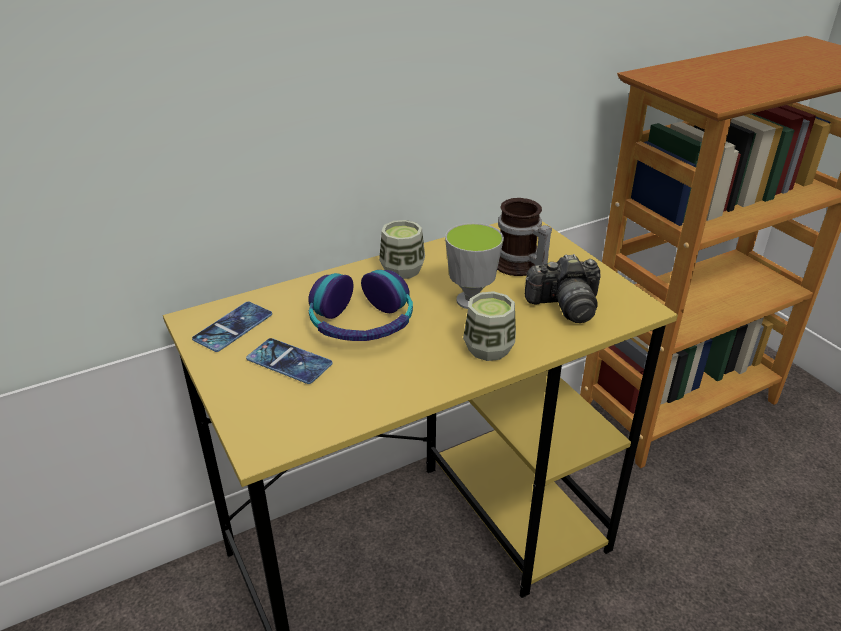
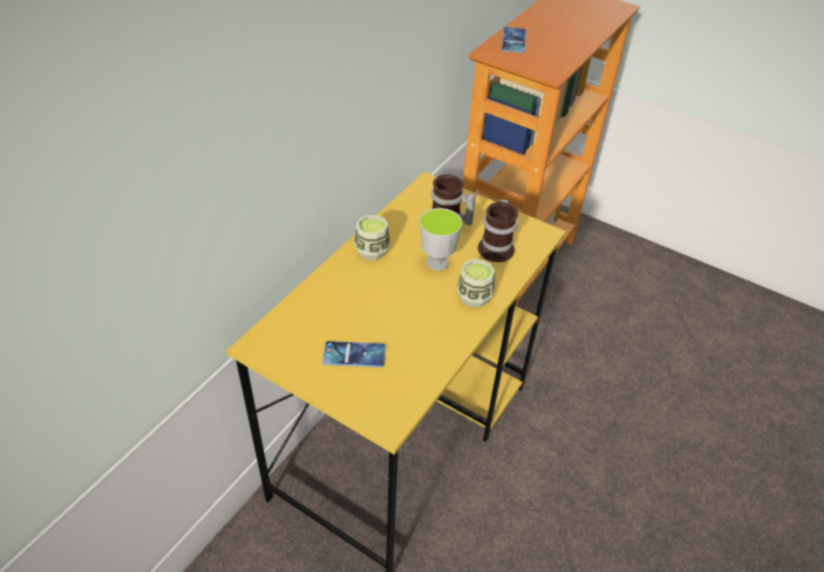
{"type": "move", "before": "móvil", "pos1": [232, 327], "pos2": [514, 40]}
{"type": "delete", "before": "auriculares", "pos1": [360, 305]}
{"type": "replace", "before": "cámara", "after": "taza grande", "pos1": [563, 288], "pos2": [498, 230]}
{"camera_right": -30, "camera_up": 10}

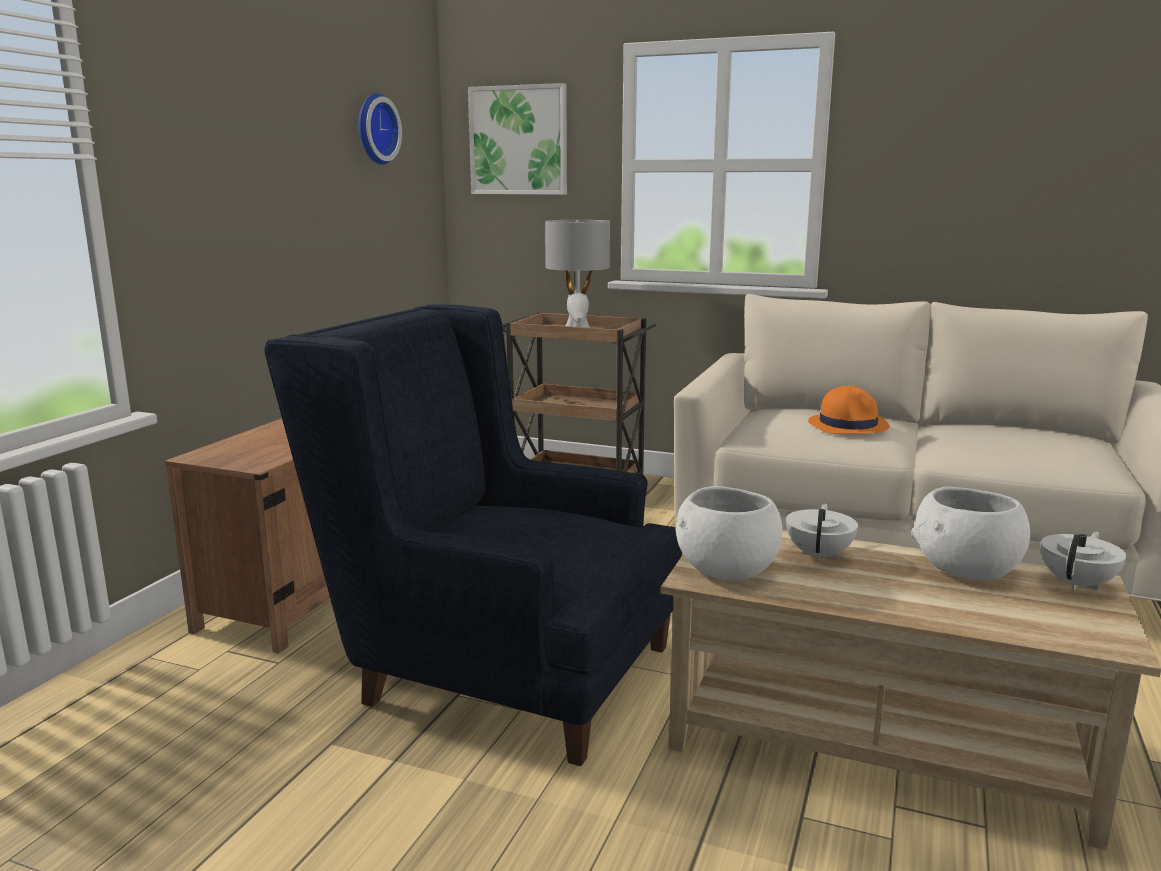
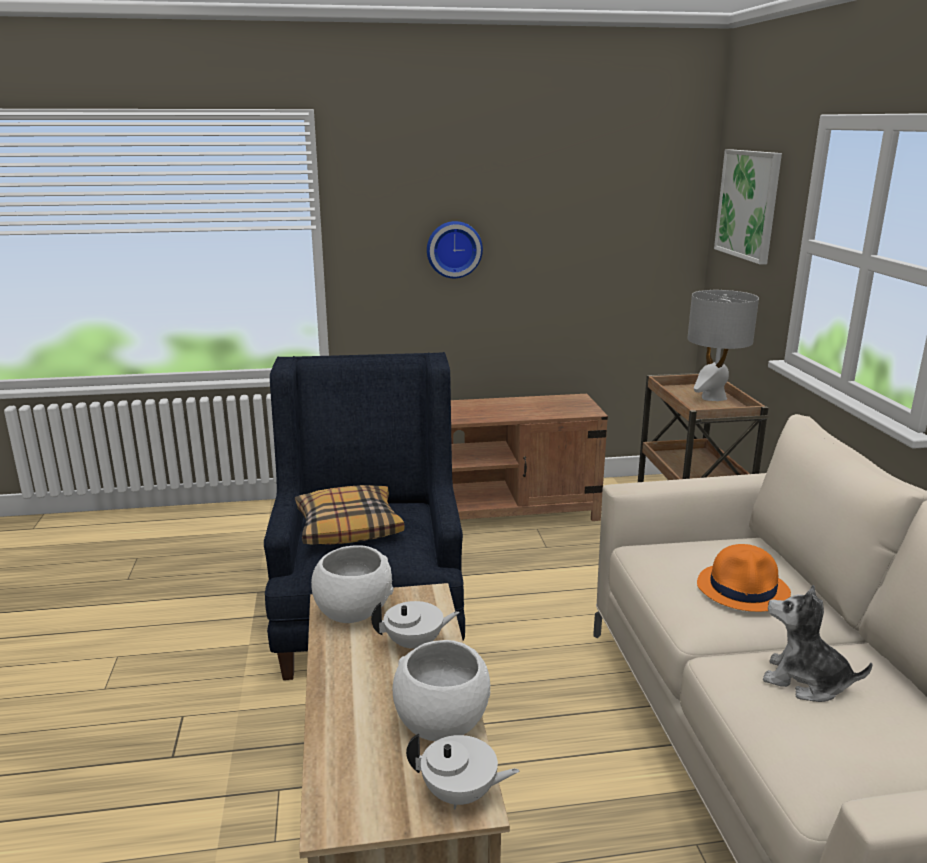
{"type": "move", "before": "reloj de pared", "pos1": [380, 129], "pos2": [455, 249]}
{"type": "insert", "after": "cojín", "pos2": [349, 515]}
{"type": "insert", "after": "peluche", "pos2": [818, 643]}
{"camera_right": 60, "camera_up": 5}

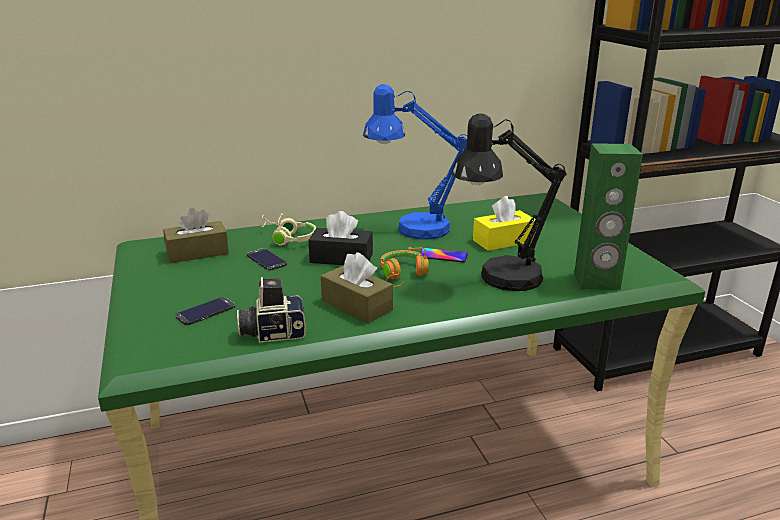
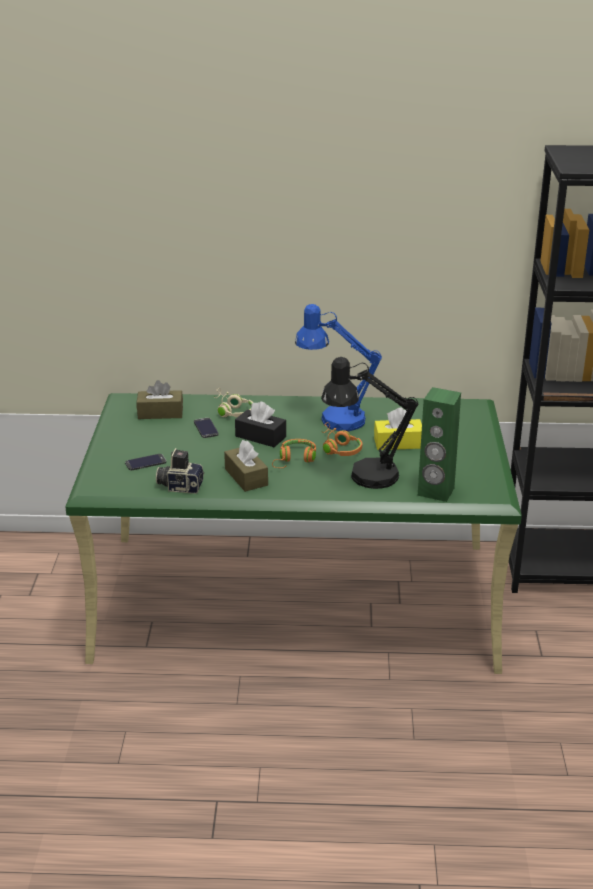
{"type": "replace", "before": "móvil", "after": "auriculares/naranja", "pos1": [444, 255], "pos2": [342, 439]}
{"camera_right": 20, "camera_up": 5}

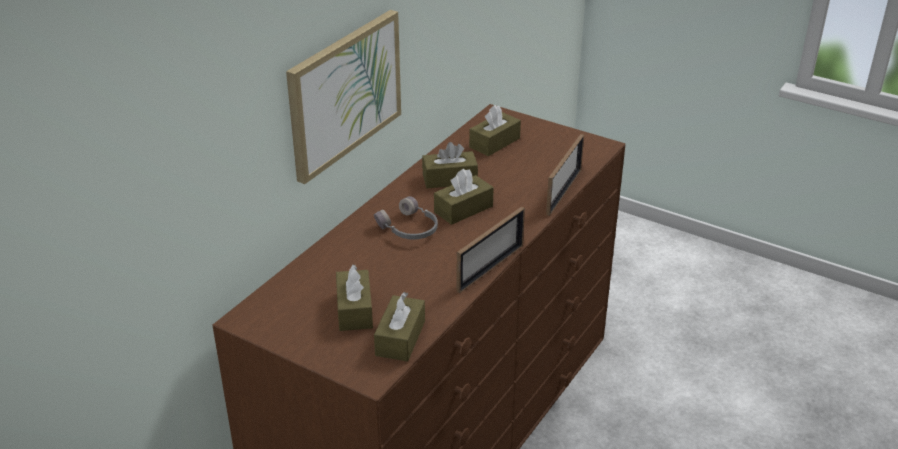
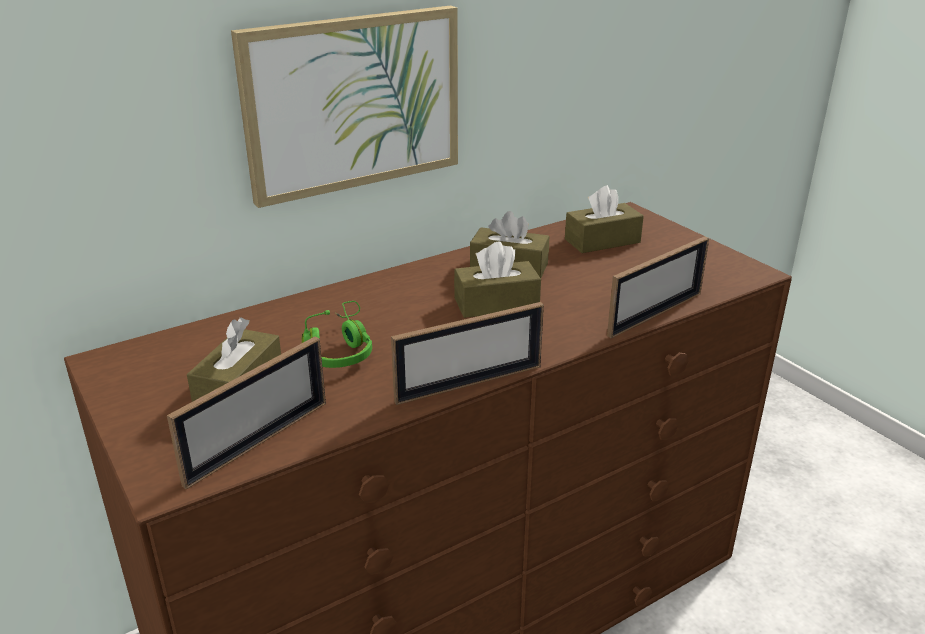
{"type": "delete", "before": "auriculares/gris", "pos1": [406, 217]}
{"type": "replace", "before": "caja de pañuelos/marrón", "after": "portarretratos", "pos1": [399, 327], "pos2": [246, 412]}
{"type": "insert", "after": "auriculares/verde", "pos2": [337, 334]}
{"camera_right": 25, "camera_up": -5}

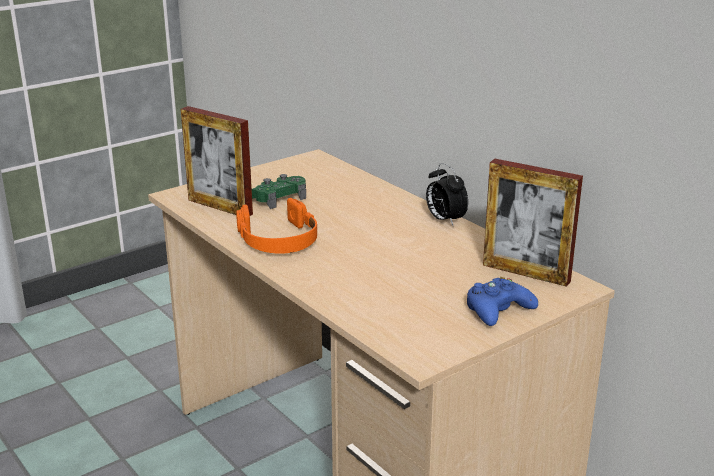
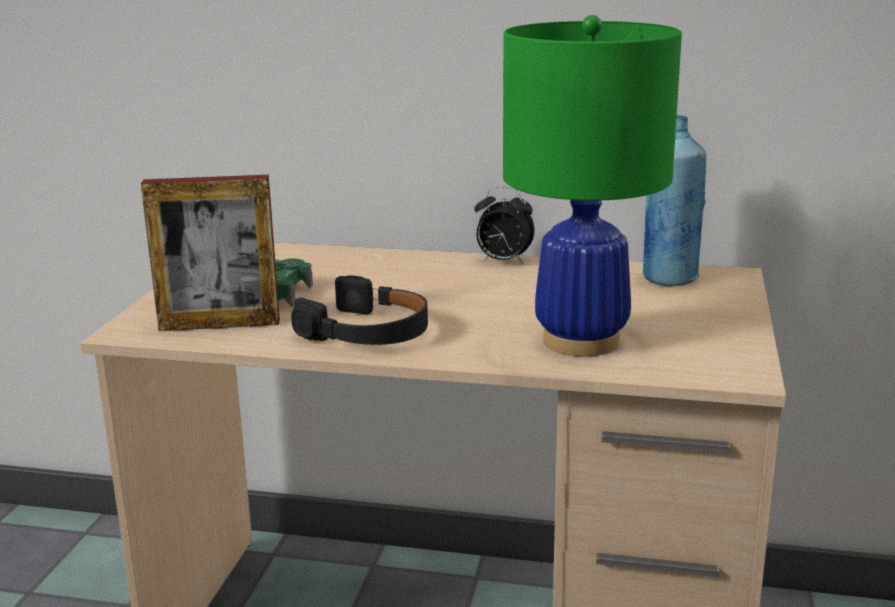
{"type": "recolor", "before": "auriculares/naranja", "after": "auriculares/negro", "pos1": [276, 226], "pos2": [359, 310]}
{"type": "delete", "before": "mando de consola/azul", "pos1": [502, 301]}
{"type": "replace", "before": "portarretratos", "after": "botella/azul", "pos1": [533, 223], "pos2": [674, 200]}
{"type": "insert", "after": "lámpara de mesa/verde", "pos2": [592, 185]}
{"camera_right": -40, "camera_up": -5}

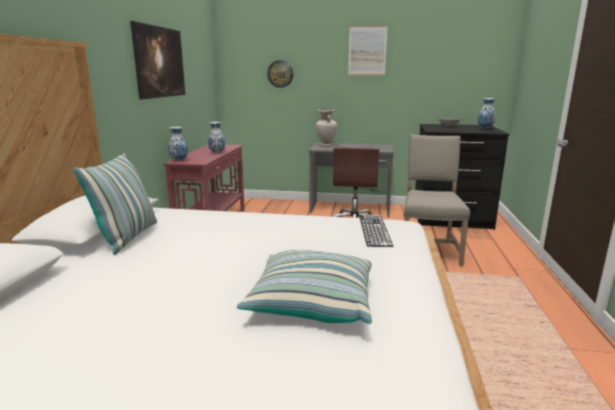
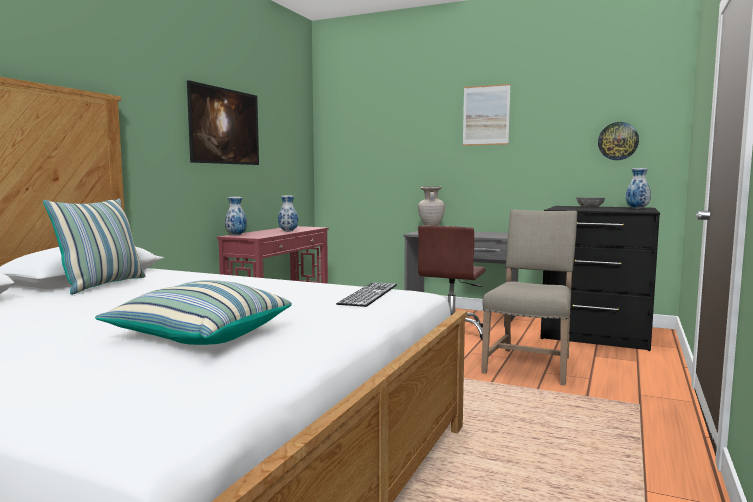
{"type": "move", "before": "reloj de pared", "pos1": [280, 74], "pos2": [618, 141]}
{"camera_right": 15, "camera_up": -10}

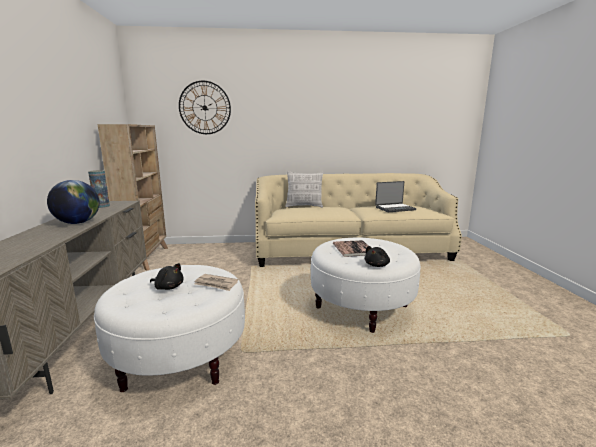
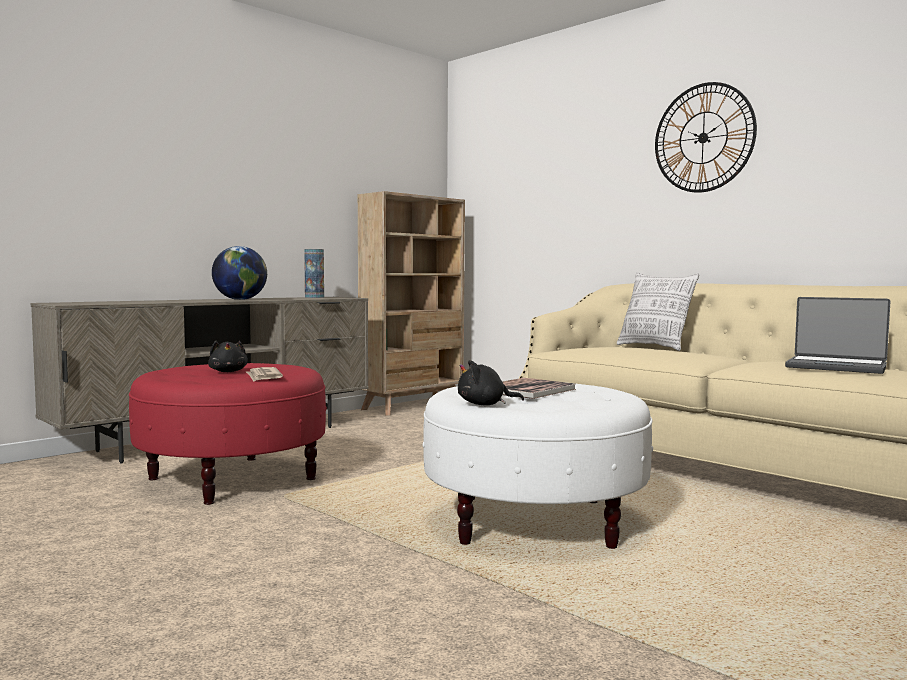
{"type": "recolor", "before": "puf/blanco", "after": "puf/rojo", "pos1": [169, 328], "pos2": [228, 434]}
{"type": "move", "before": "reloj de pared", "pos1": [205, 107], "pos2": [706, 137]}
{"camera_right": 50, "camera_up": -10}

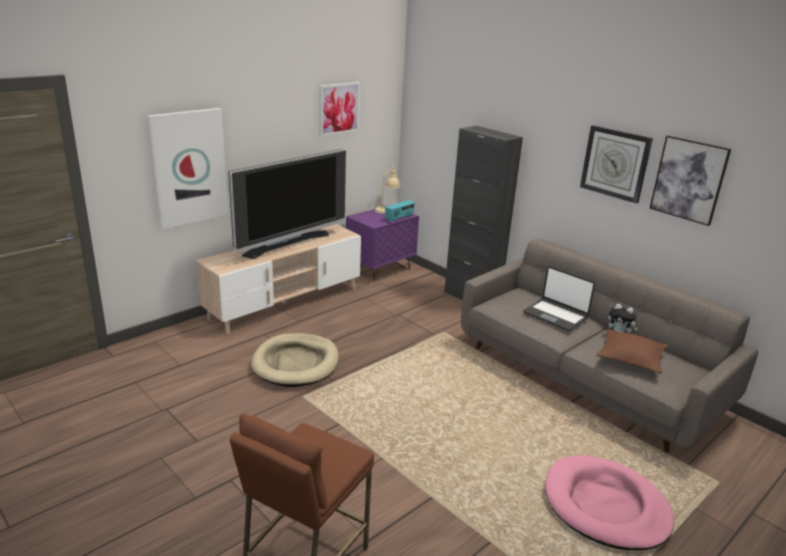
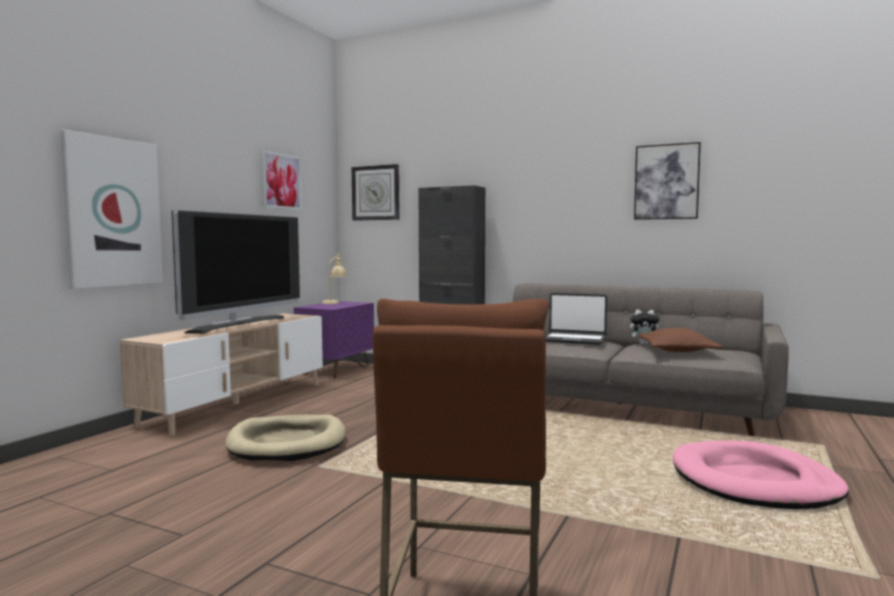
{"type": "delete", "before": "radio", "pos1": [400, 211]}
{"type": "move", "before": "reloj de pared", "pos1": [616, 164], "pos2": [376, 192]}
{"camera_right": -20, "camera_up": -20}

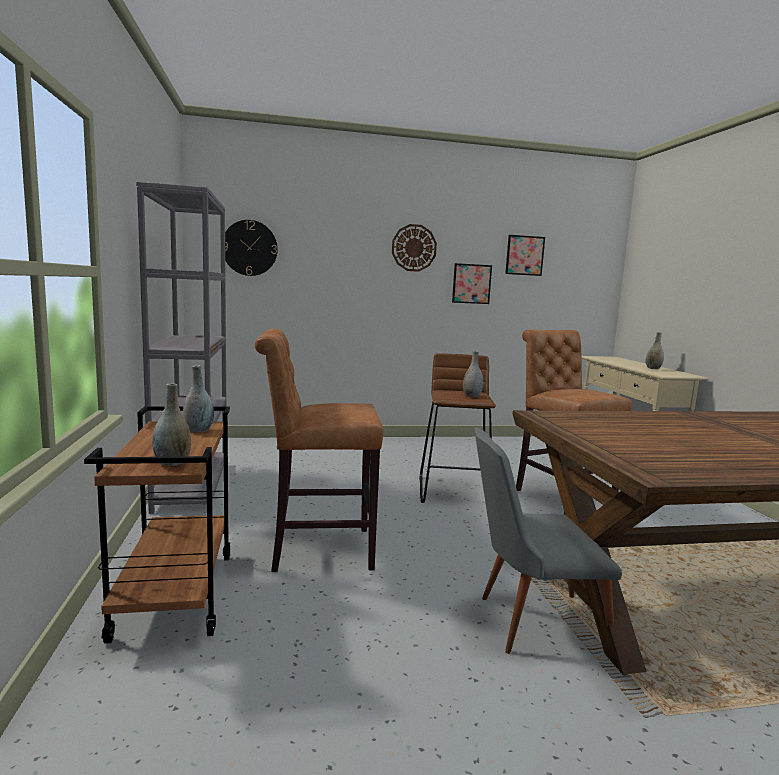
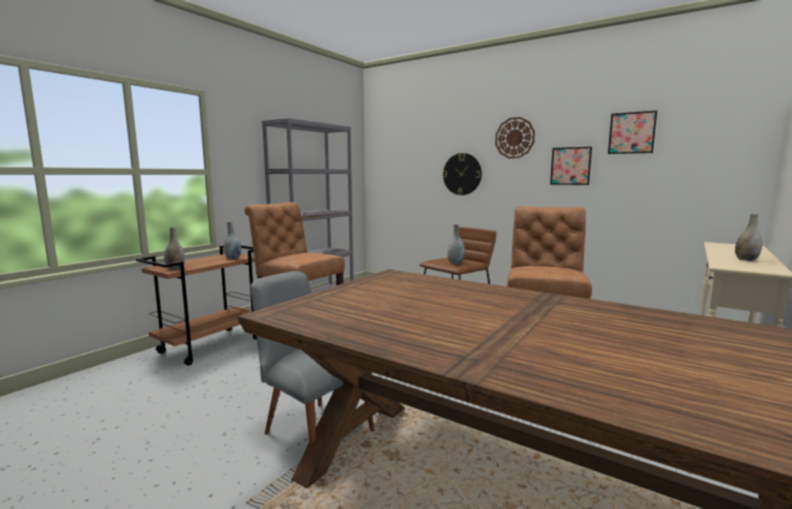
{"type": "move", "before": "reloj de pared", "pos1": [251, 248], "pos2": [462, 174]}
{"camera_right": 45, "camera_up": 0}

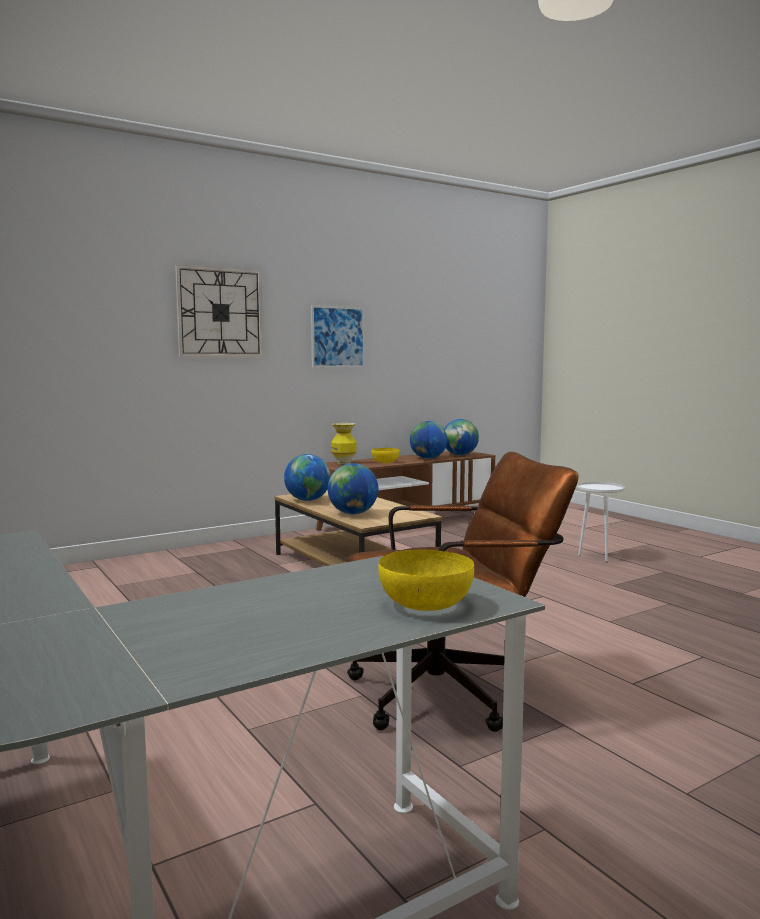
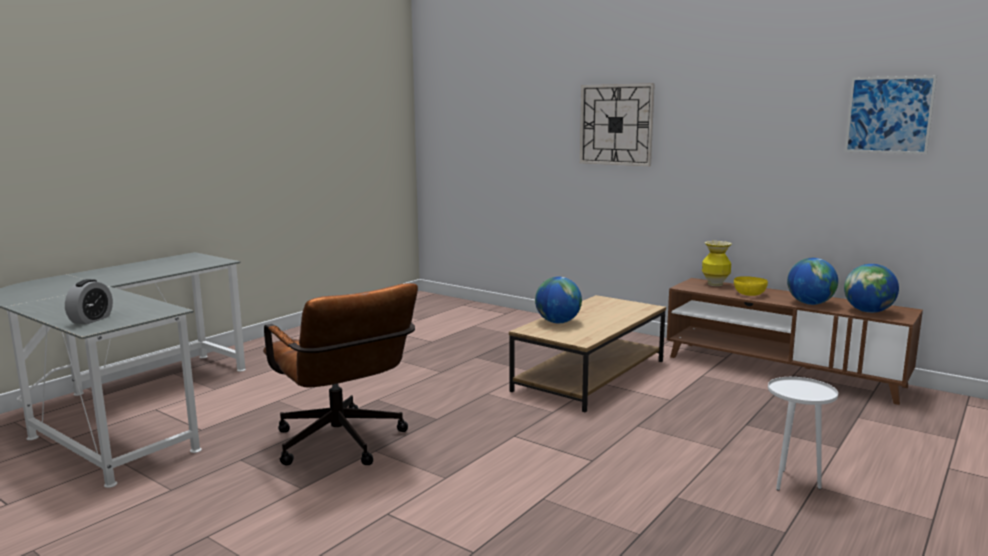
{"type": "delete", "before": "globo terráqueo", "pos1": [307, 477]}
{"type": "move", "before": "cuadro", "pos1": [338, 336], "pos2": [890, 114]}
{"type": "replace", "before": "cuenco/amarillo", "after": "despertador", "pos1": [426, 580], "pos2": [89, 302]}
{"camera_right": 70, "camera_up": 5}

